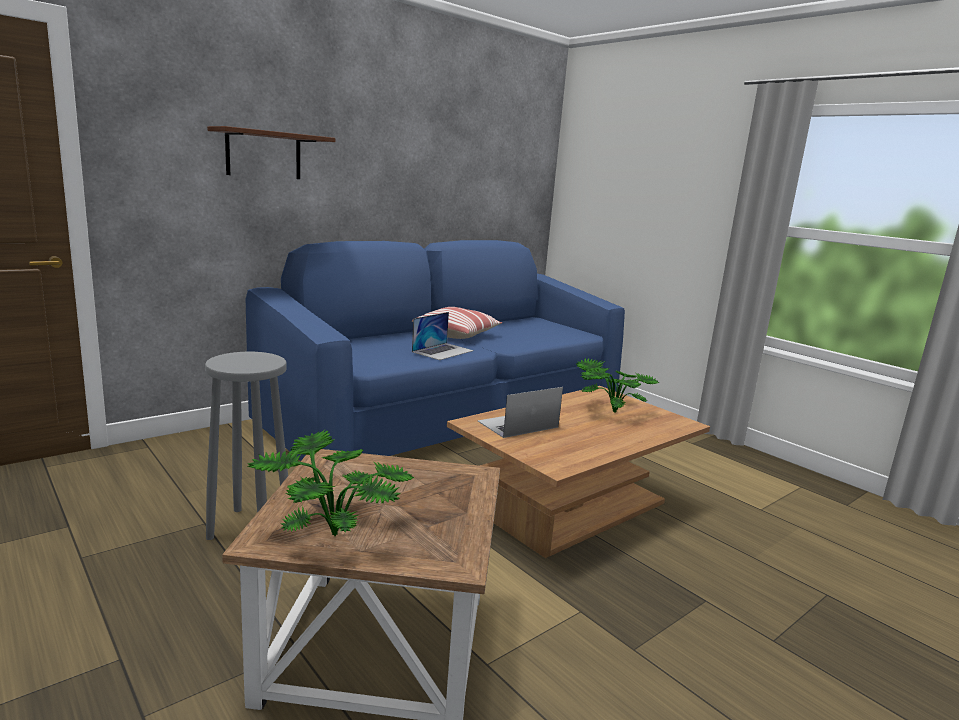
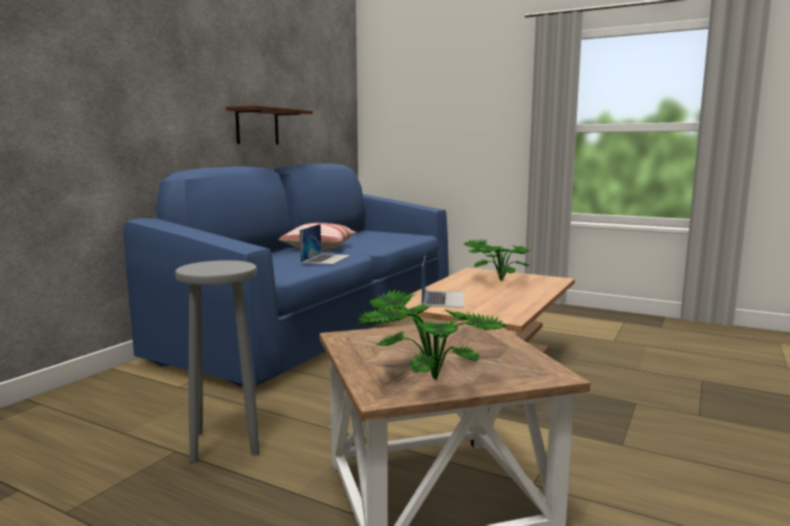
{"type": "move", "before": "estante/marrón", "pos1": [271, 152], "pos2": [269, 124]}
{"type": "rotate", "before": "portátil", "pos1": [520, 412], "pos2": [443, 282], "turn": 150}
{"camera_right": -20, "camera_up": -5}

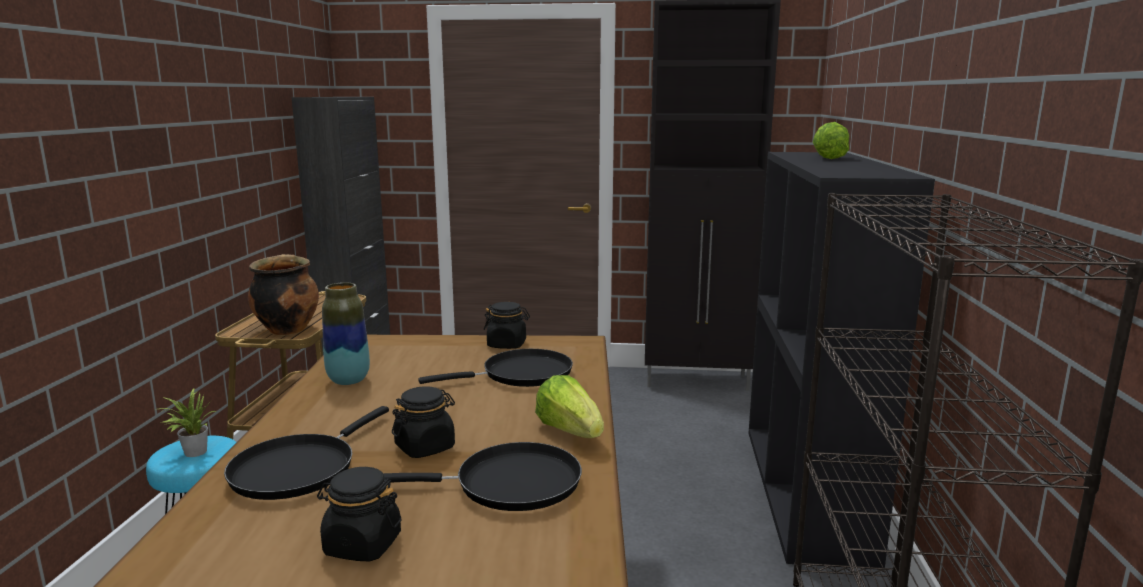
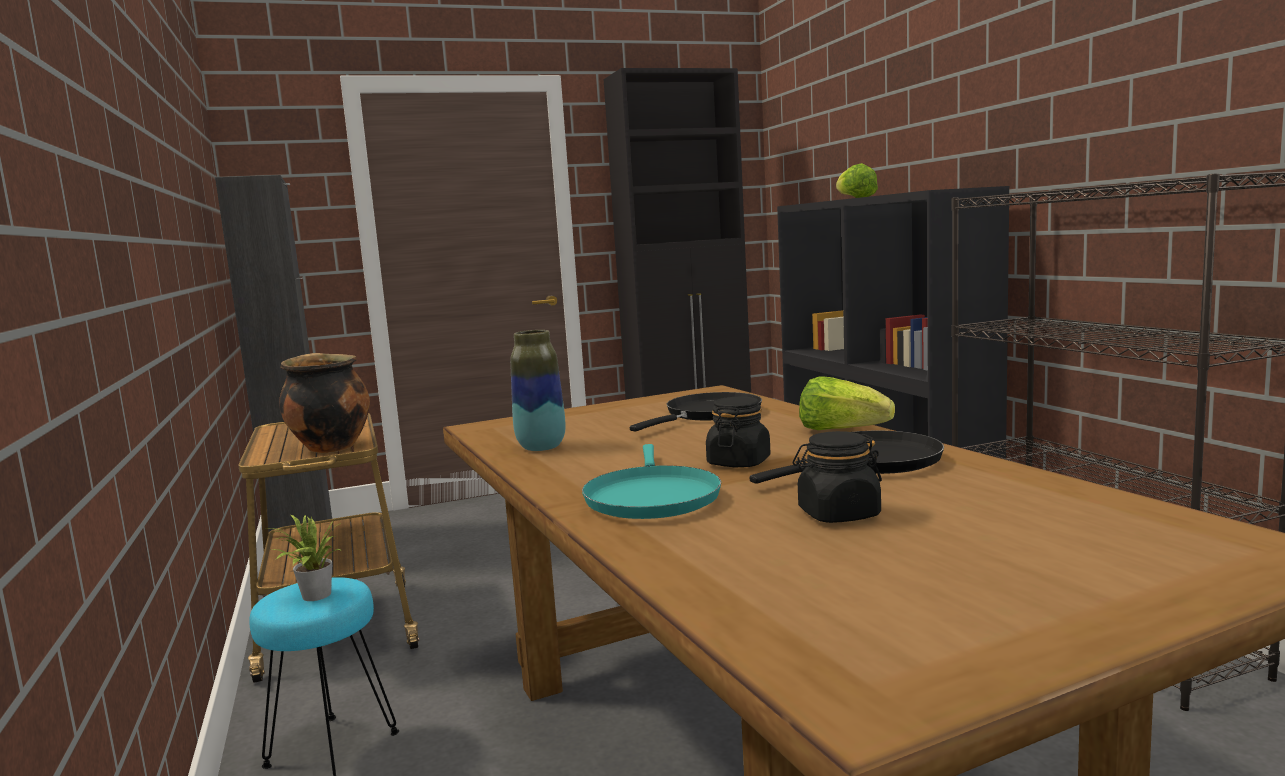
{"type": "recolor", "before": "sartén/negro", "after": "sartén/turquesa", "pos1": [306, 453], "pos2": [651, 481]}
{"type": "delete", "before": "tarro/negro", "pos1": [507, 325]}
{"camera_right": -25, "camera_up": -5}

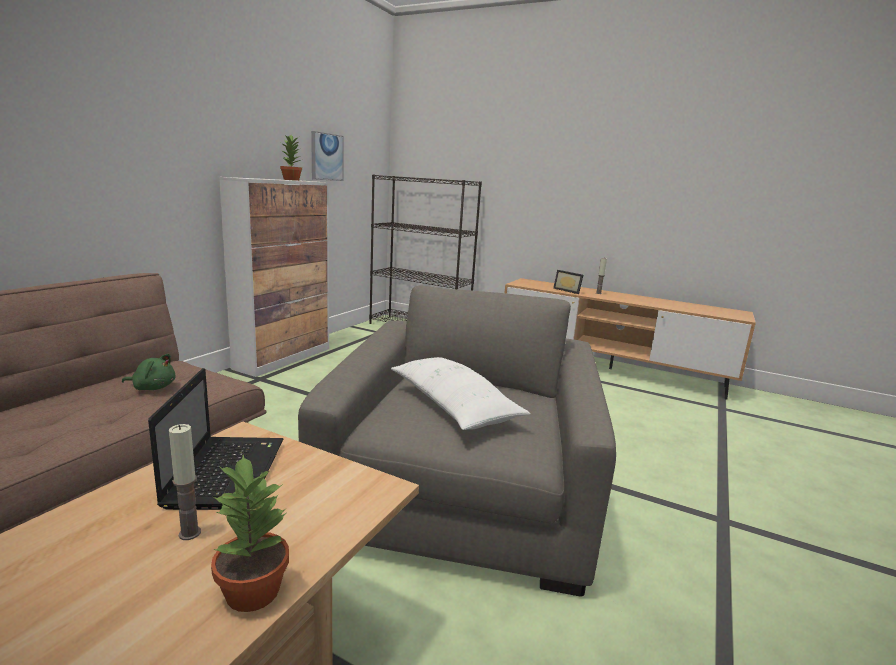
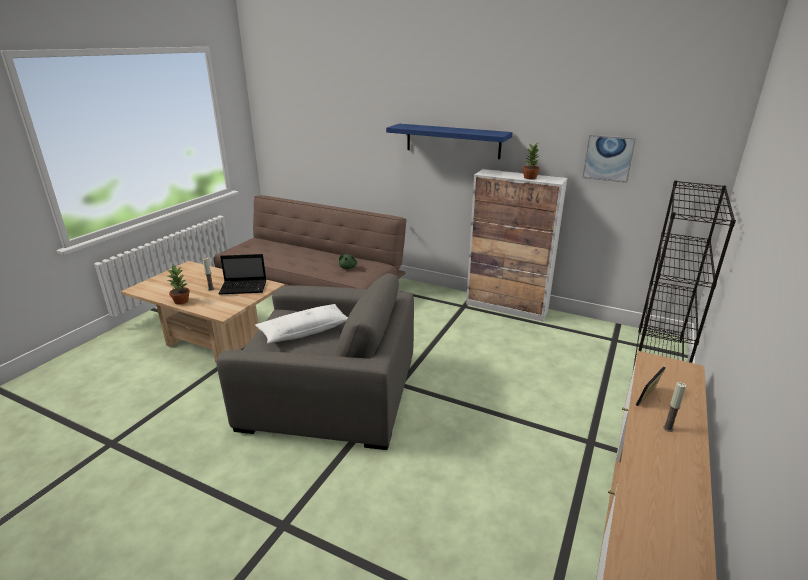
{"type": "insert", "after": "estante/azul", "pos2": [449, 141]}
{"camera_right": 90, "camera_up": 10}

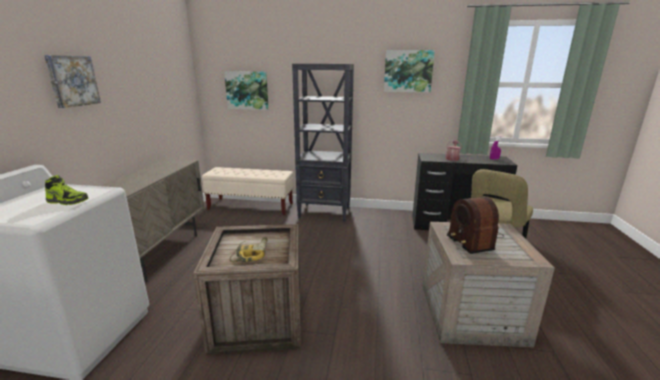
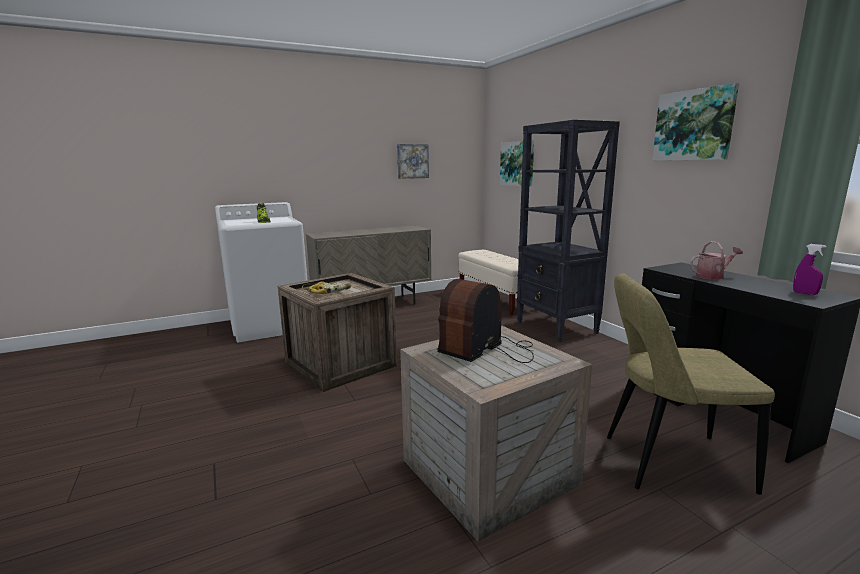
{"type": "move", "before": "cuadro", "pos1": [72, 81], "pos2": [413, 161]}
{"camera_right": 55, "camera_up": -5}

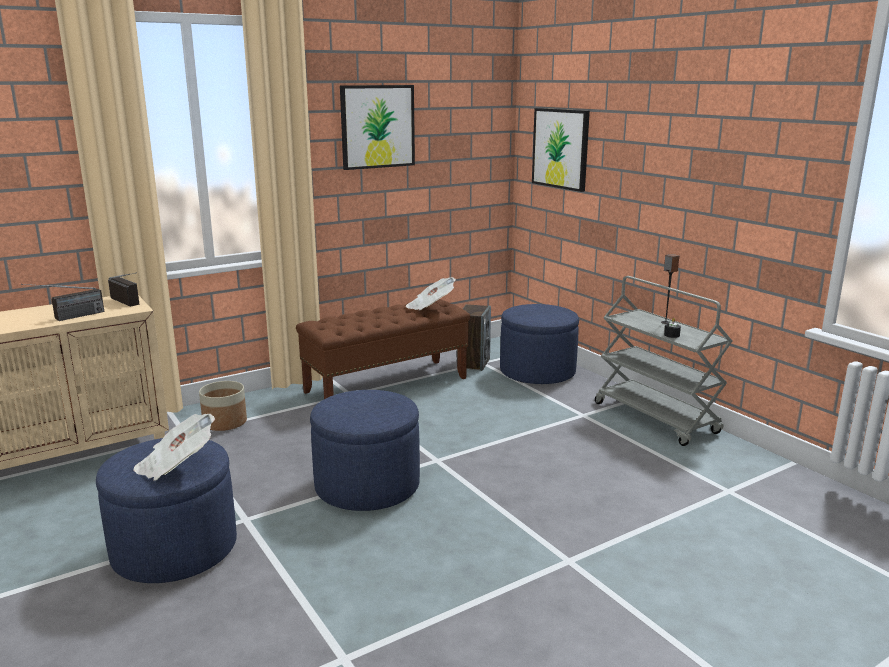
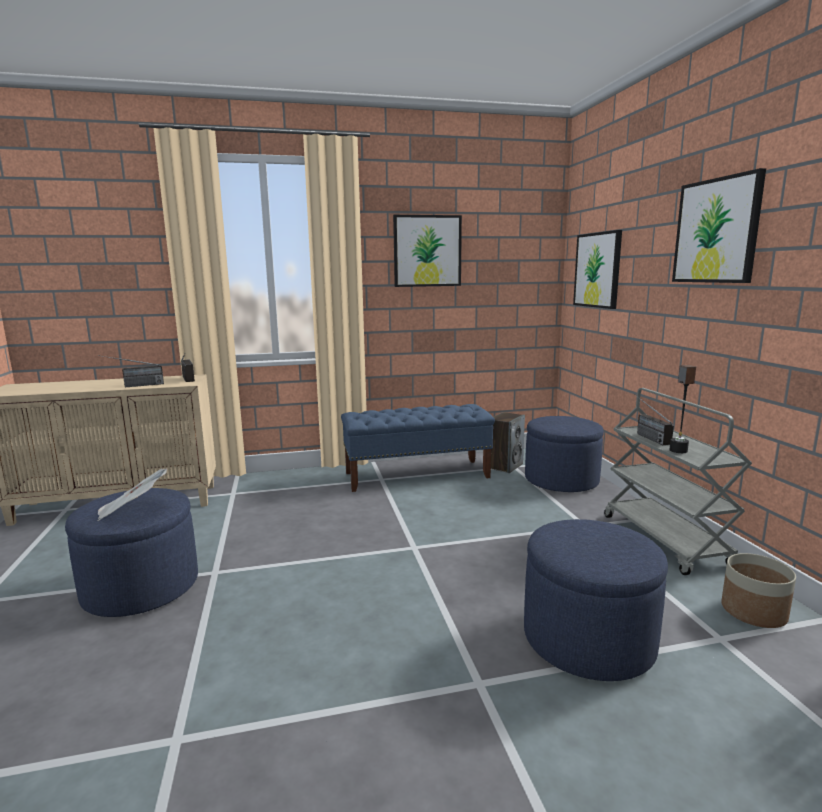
{"type": "move", "before": "maceta", "pos1": [223, 406], "pos2": [758, 590]}
{"type": "recolor", "before": "banco/marrón", "after": "banco/azul", "pos1": [383, 349], "pos2": [418, 448]}
{"type": "move", "before": "puf/azul", "pos1": [365, 450], "pos2": [596, 600]}
{"type": "delete", "before": "periódico", "pos1": [431, 294]}
{"type": "insert", "after": "radio", "pos2": [654, 419]}
{"type": "insert", "after": "cuadro", "pos2": [719, 225]}
{"camera_right": 20, "camera_up": -5}

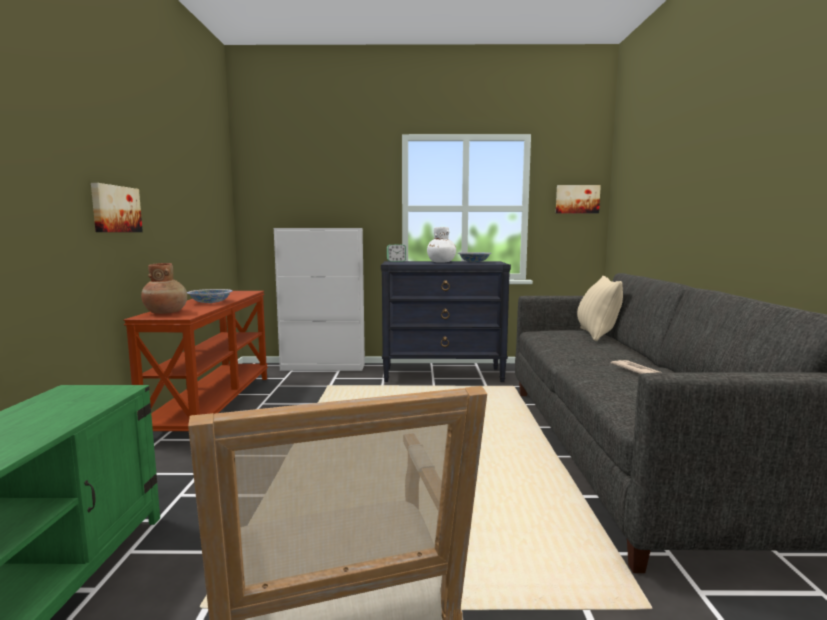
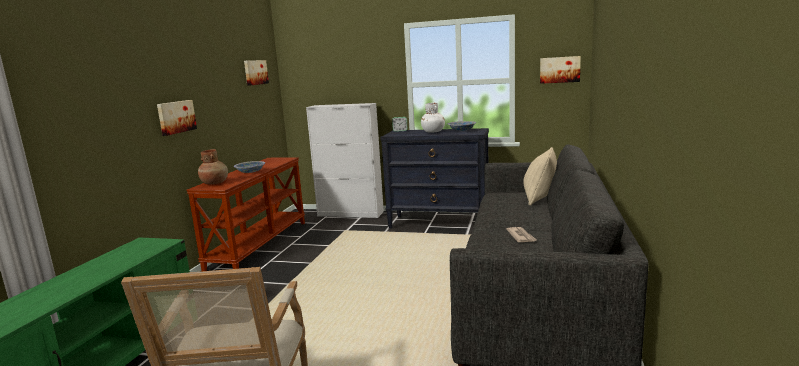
{"type": "insert", "after": "cuadro", "pos2": [256, 73]}
{"camera_right": 15, "camera_up": 5}

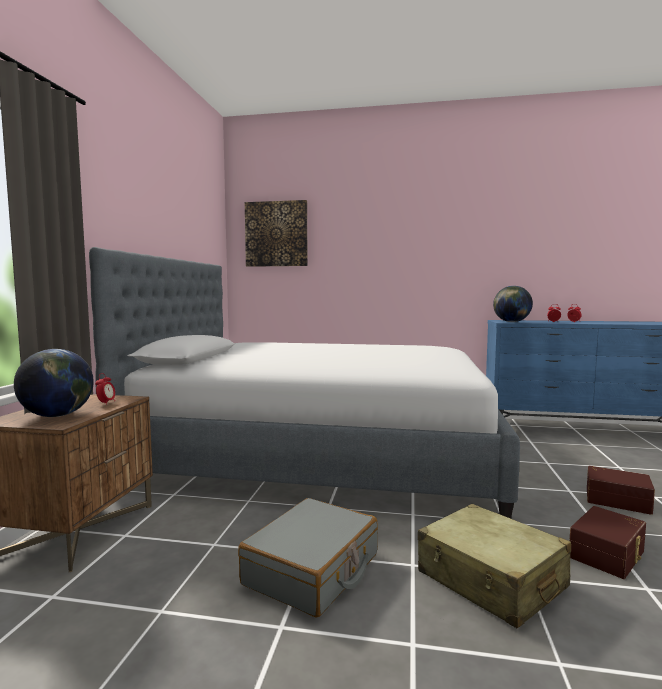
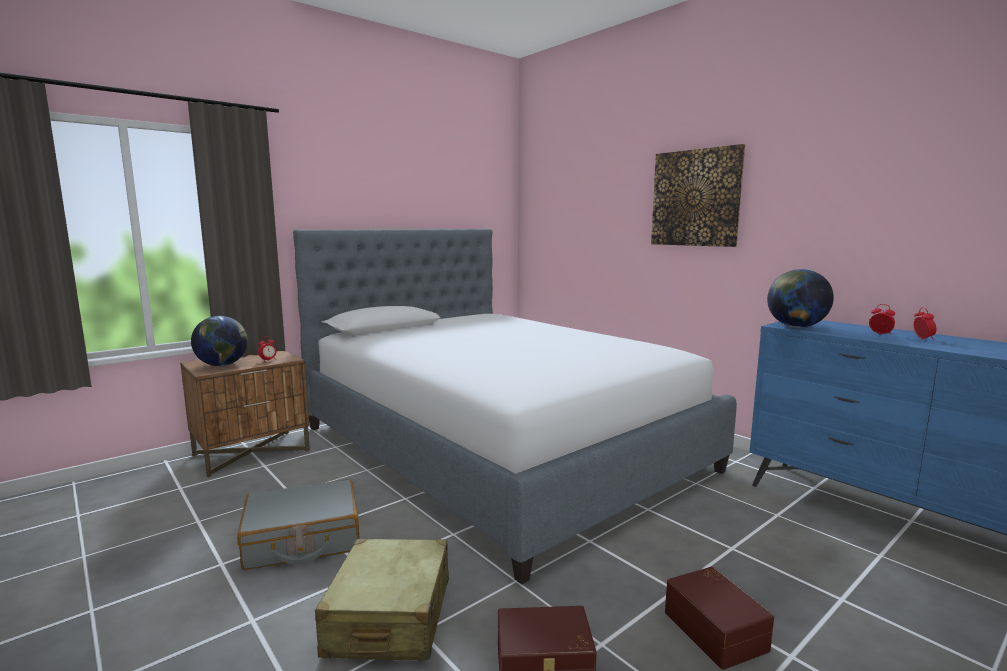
{"type": "move", "before": "cuadro", "pos1": [276, 233], "pos2": [698, 195]}
{"camera_right": 40, "camera_up": 5}

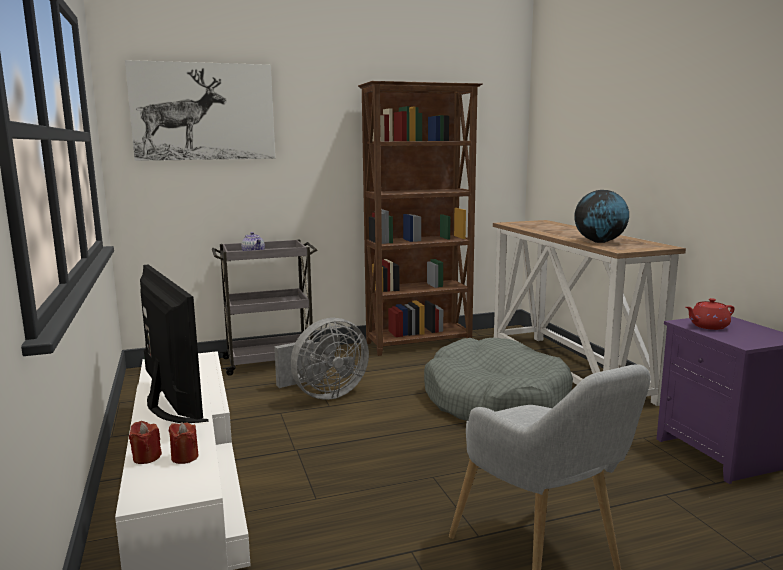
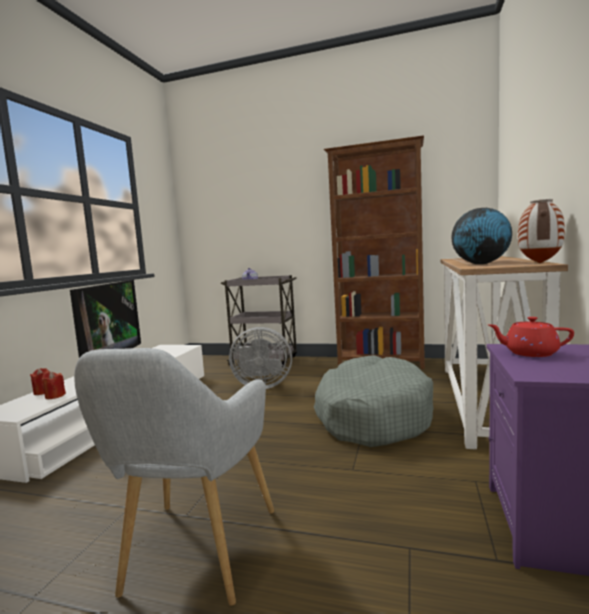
{"type": "delete", "before": "cuadro", "pos1": [200, 110]}
{"type": "insert", "after": "florero", "pos2": [541, 231]}
{"camera_right": 35, "camera_up": -5}

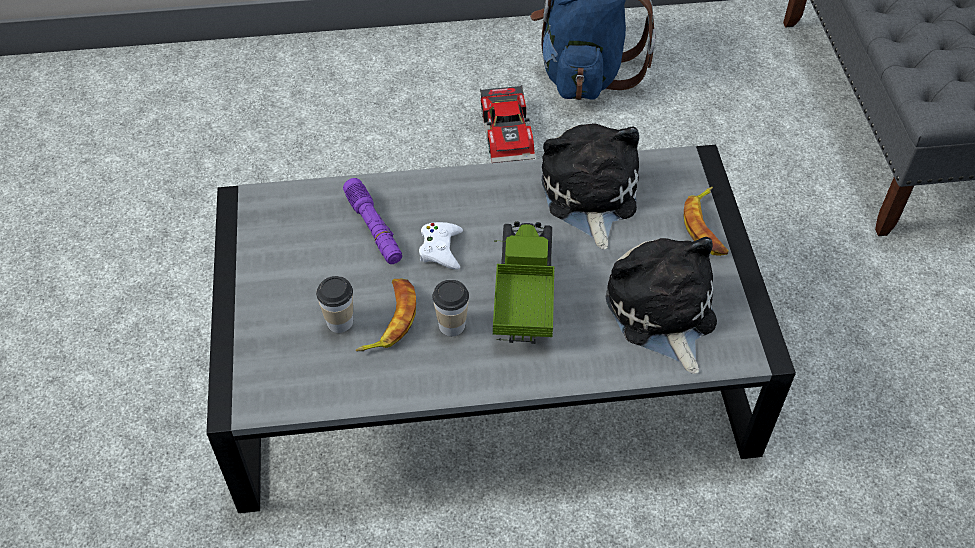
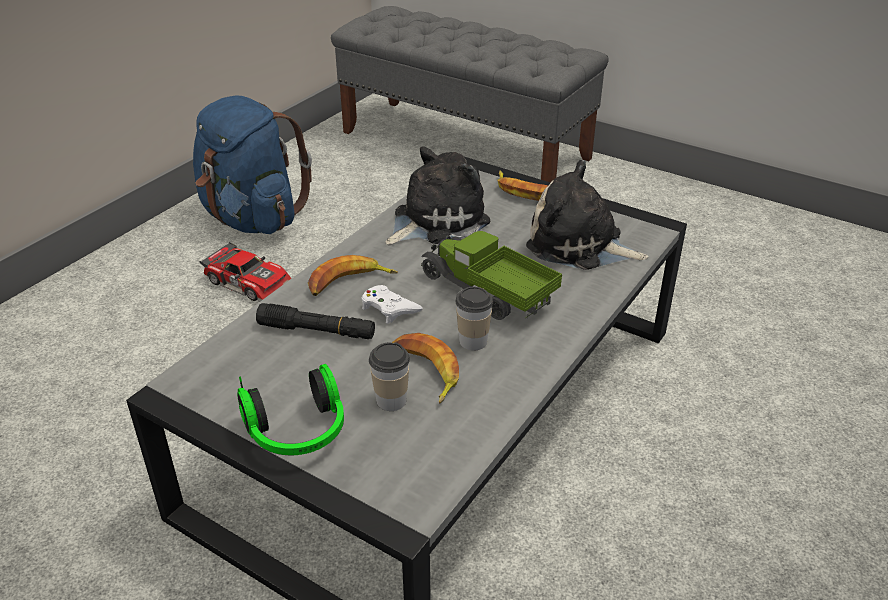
{"type": "recolor", "before": "linterna/morado", "after": "linterna/negro", "pos1": [372, 221], "pos2": [315, 321]}
{"type": "rotate", "before": "peluche", "pos1": [590, 186], "pos2": [438, 196], "turn": 105}
{"type": "insert", "after": "auriculares", "pos2": [290, 409]}
{"type": "insert", "after": "plátano", "pos2": [353, 275]}
{"camera_right": -50, "camera_up": -15}

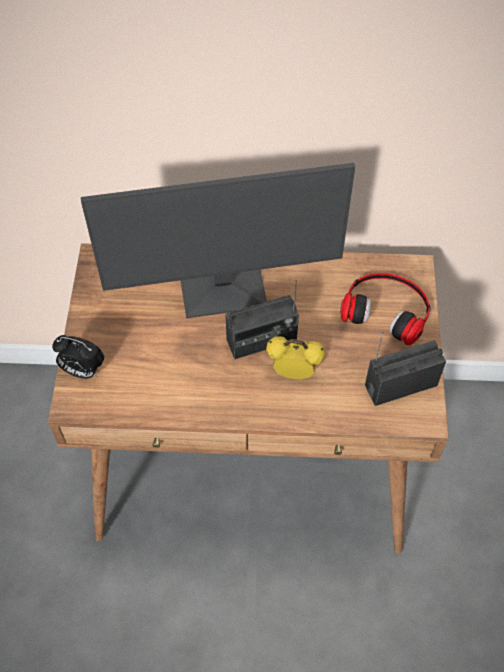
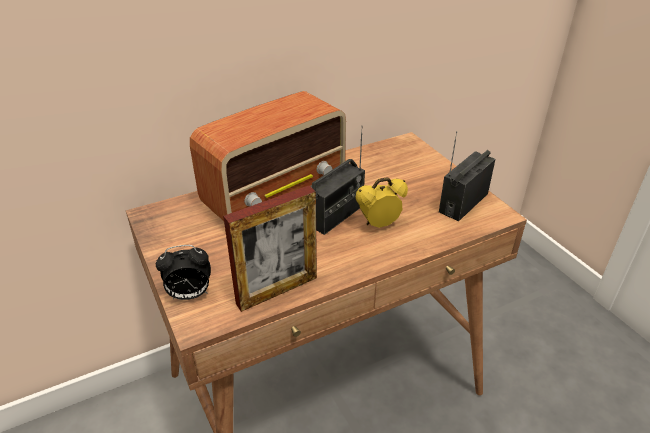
{"type": "replace", "before": "monitor", "after": "radio", "pos1": [218, 240], "pos2": [268, 156]}
{"type": "delete", "before": "auriculares", "pos1": [385, 309]}
{"type": "insert", "after": "portarretratos", "pos2": [270, 249]}
{"camera_right": -30, "camera_up": -20}

